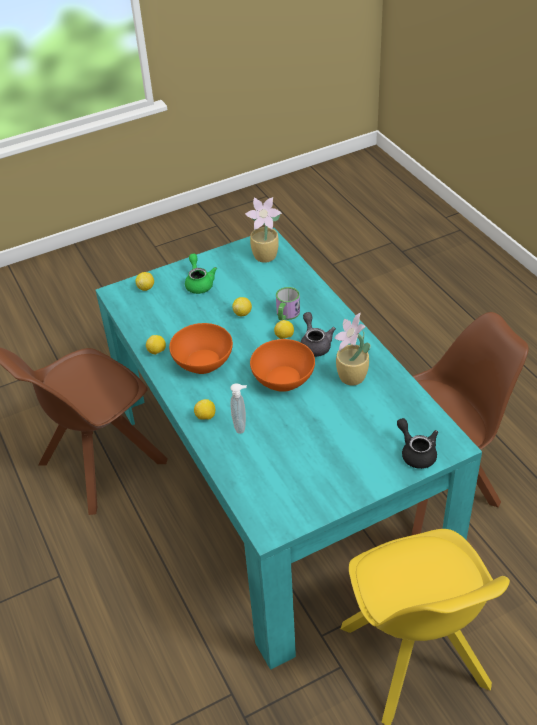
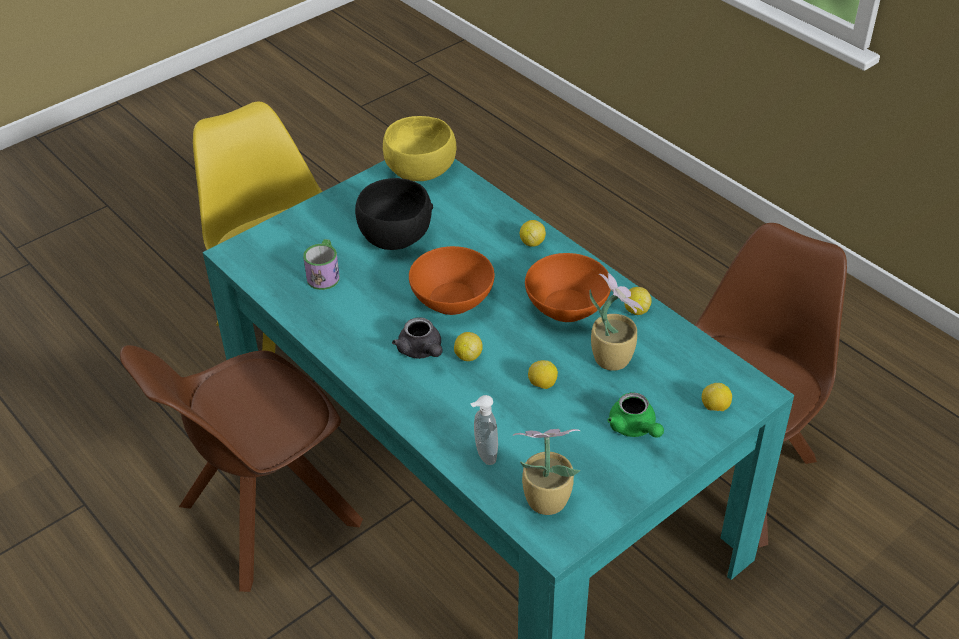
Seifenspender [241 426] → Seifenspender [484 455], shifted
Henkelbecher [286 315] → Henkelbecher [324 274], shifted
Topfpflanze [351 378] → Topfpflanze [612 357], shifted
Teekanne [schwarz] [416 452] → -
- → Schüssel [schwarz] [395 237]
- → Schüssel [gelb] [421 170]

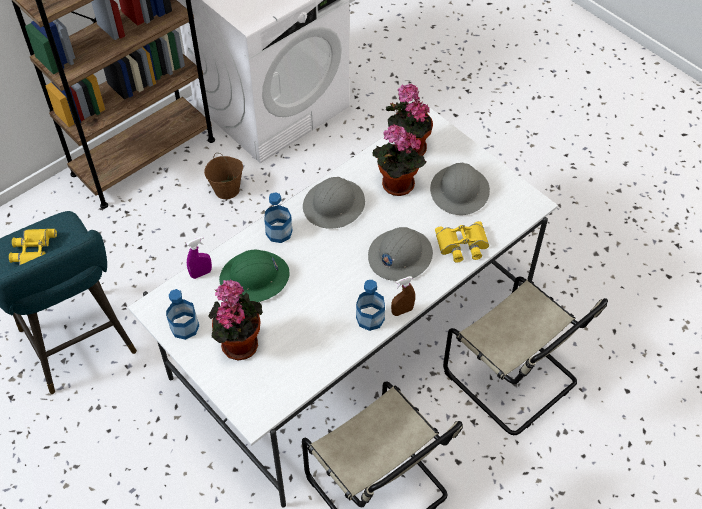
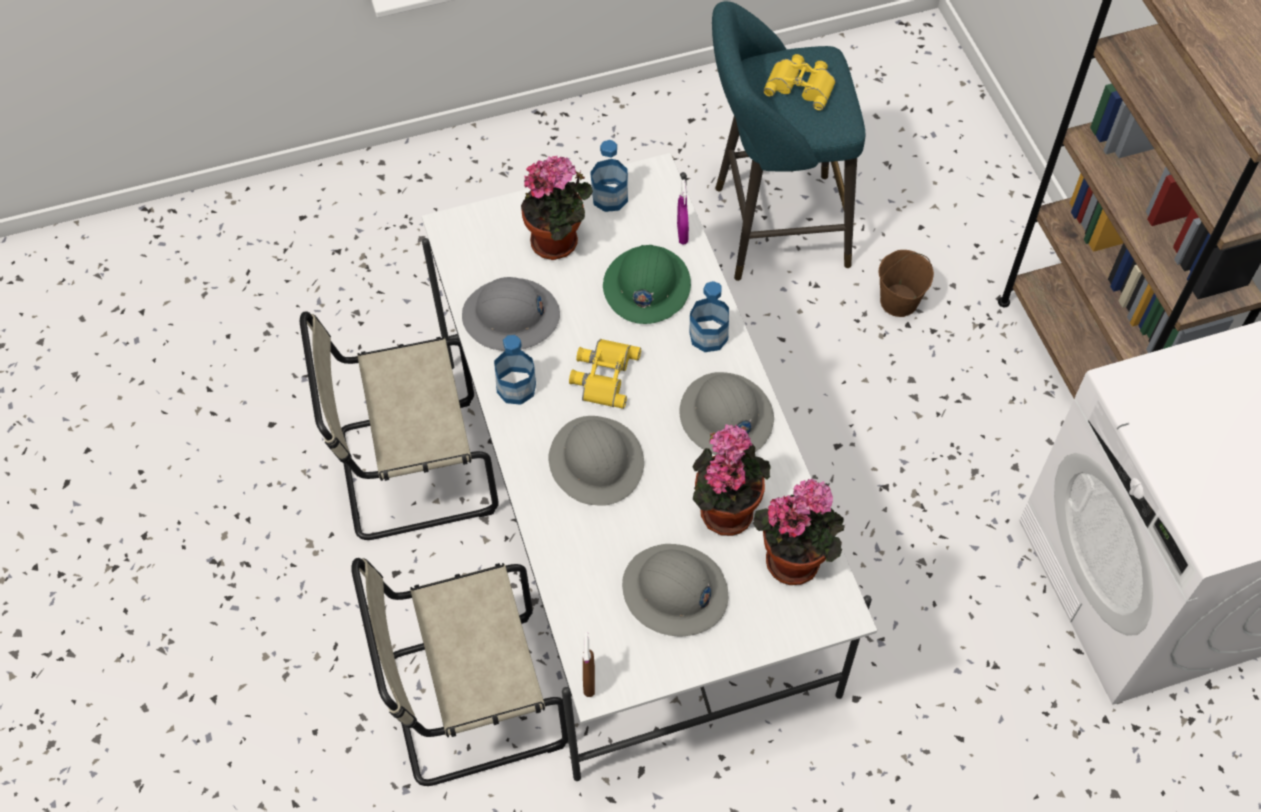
Eimer [braun] [227 189] → Eimer [braun] [899 302], shifted
Sprühflasche [braun] [402 311] → Sprühflasche [braun] [589 681], shifted
Fernglas [gelb] [462 245] → Fernglas [gelb] [603 375], shifted
- → Schutzhelm [grau] [511 317]

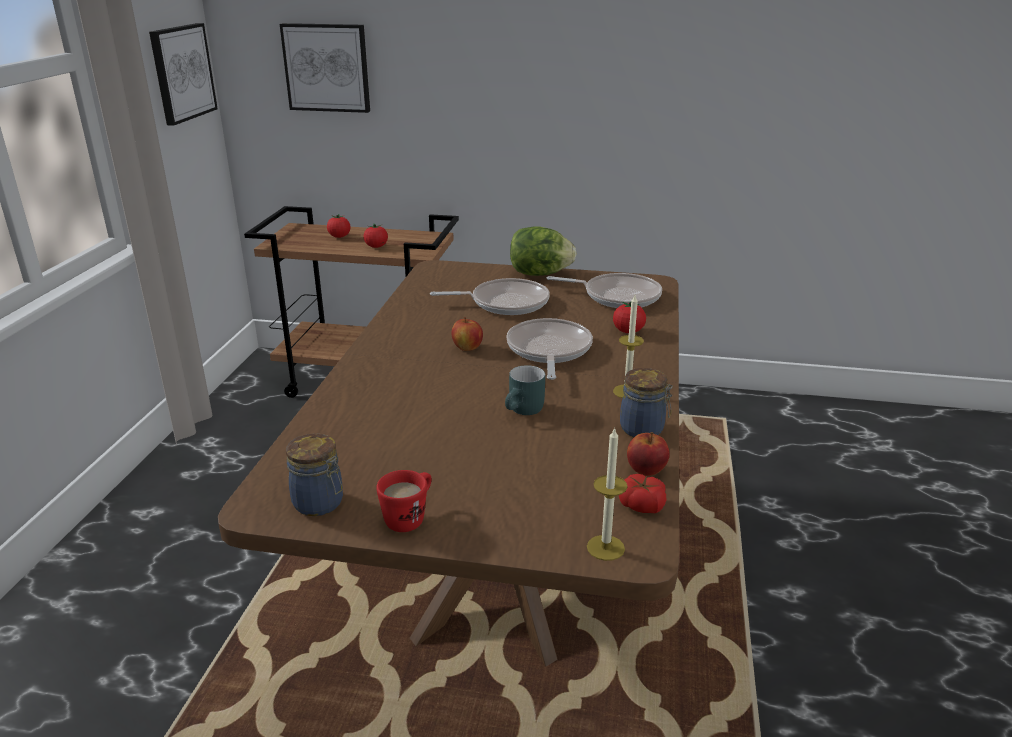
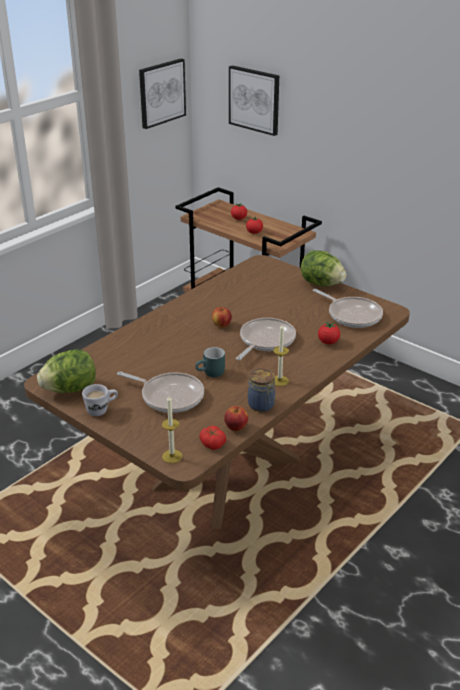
Vorratsglas [320 504] → Salatkopf [70 389]
Henkelbecher [rot] [410 517] → Henkelbecher [weiß] [102 410]
Pfanne [505 303] → Pfanne [169 396], shifted

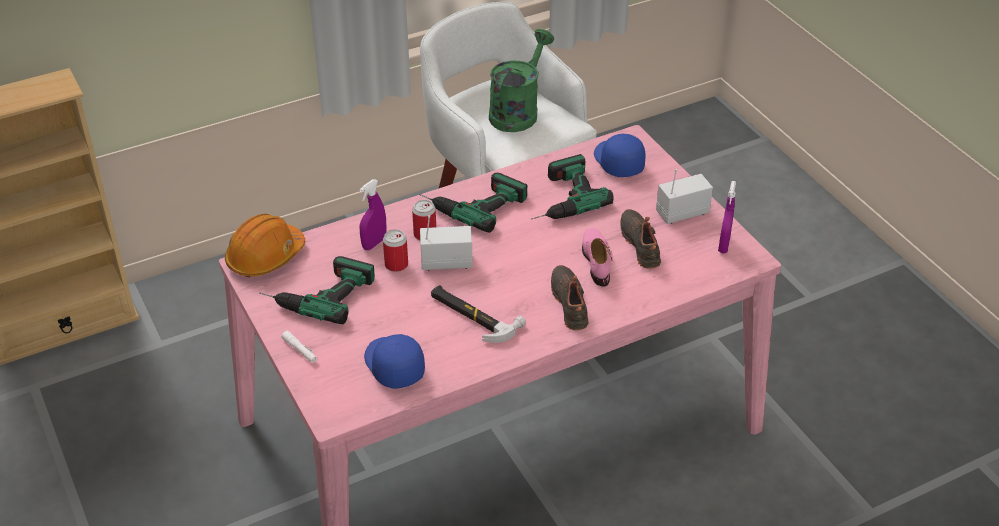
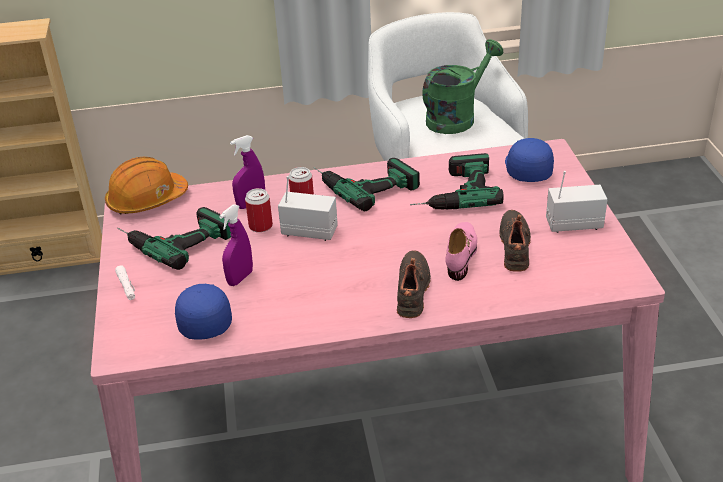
Hammer [473 315] → -
Sprühflasche [lila] [724 245] → Sprühflasche [lila] [240 278], shifted

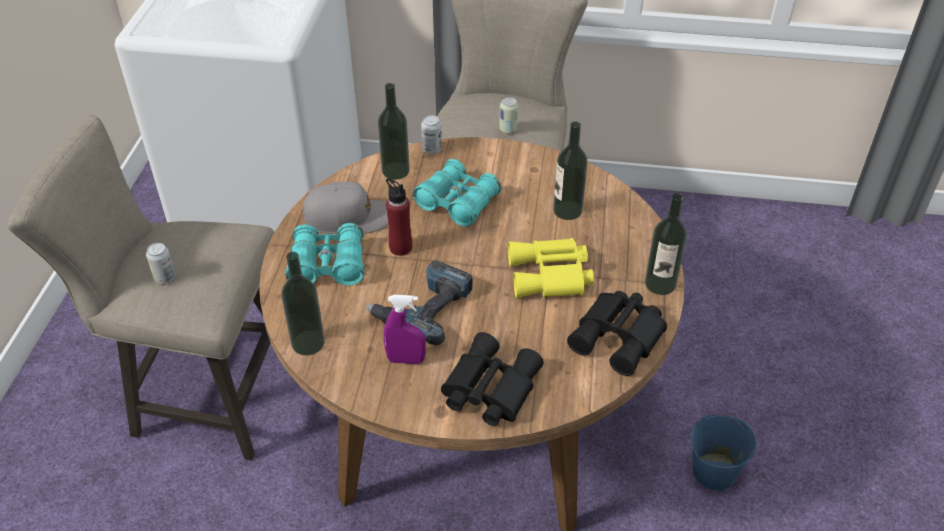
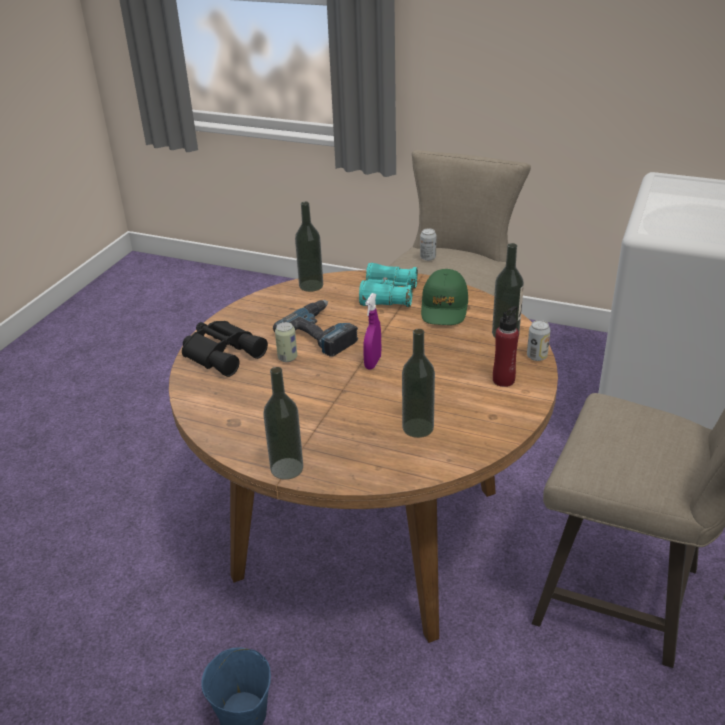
Kappe [grau] [349 217] → Kappe [grün] [444 307]
Sprühflasche [lila] [406 360] → Sprühflasche [lila] [373 363], shifted
Flasche [rot] [400 247] → Flasche [rot] [503 380], shifted
Fernglas [türkis] [457 202] → -
Dose [508 129] → Dose [287 358], shifted
Fernglas [gelb] [551 276] → -
Fernglas [schwarz] [620 337] → -

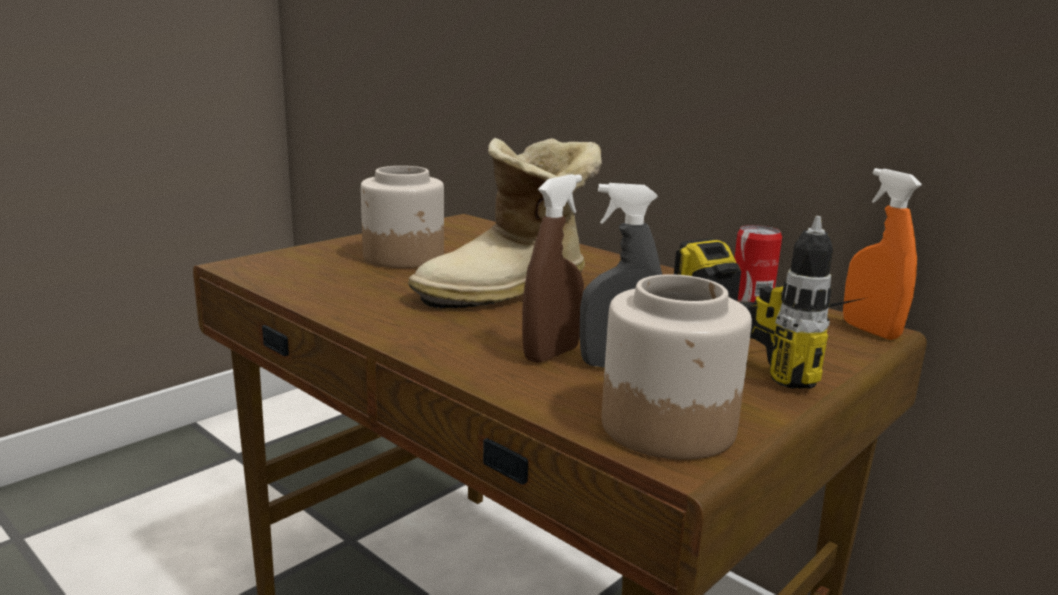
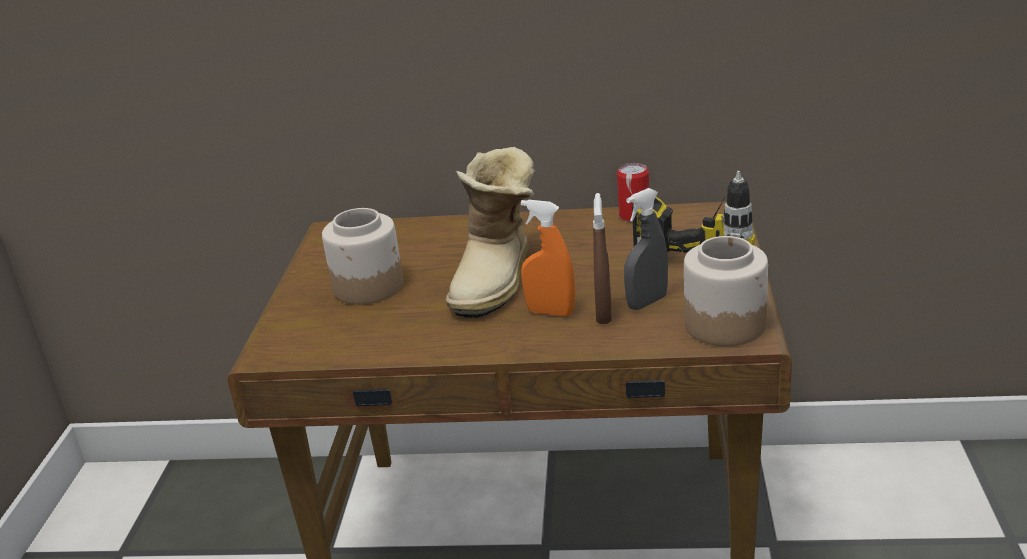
Sprühflasche [orange] [870 331] → Sprühflasche [orange] [550 312], shifted

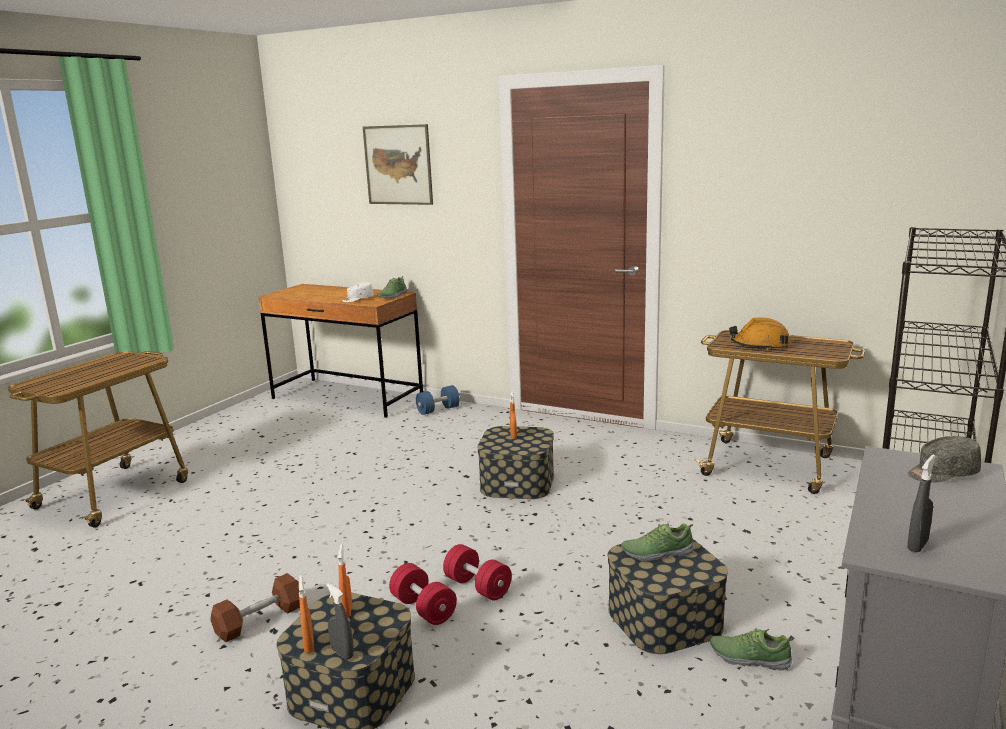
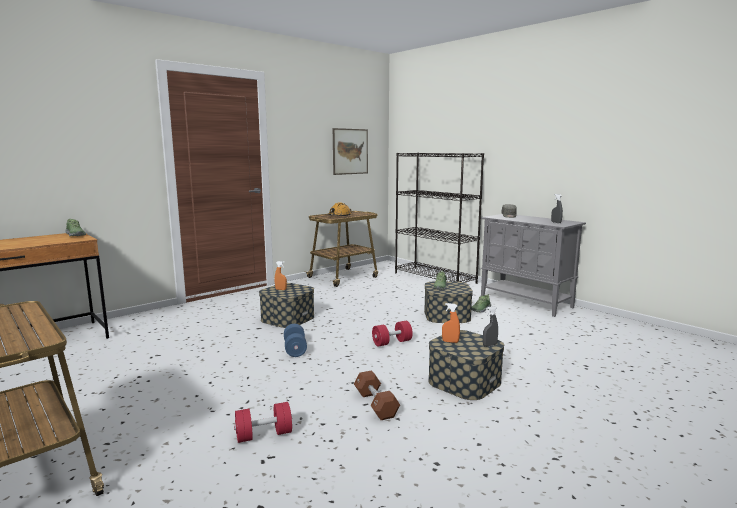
Sprühflasche [orange] [309 646] → -
Kappe [weiß] [358 299] → -
Bild [398 165] → Bild [350 151], shifted
Hantel [rot] [423 609] → Hantel [rot] [264 435], shifted
Hantel [blau] [438 410] → Hantel [blau] [295 349], shifted

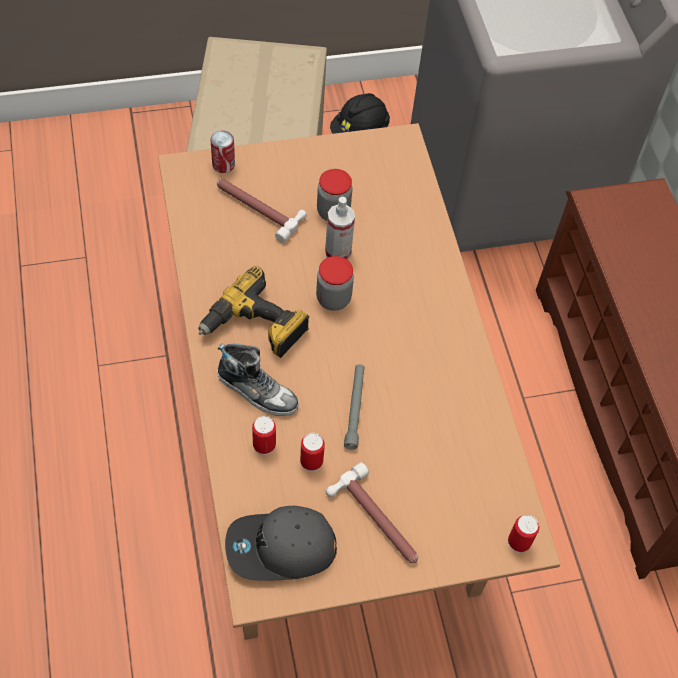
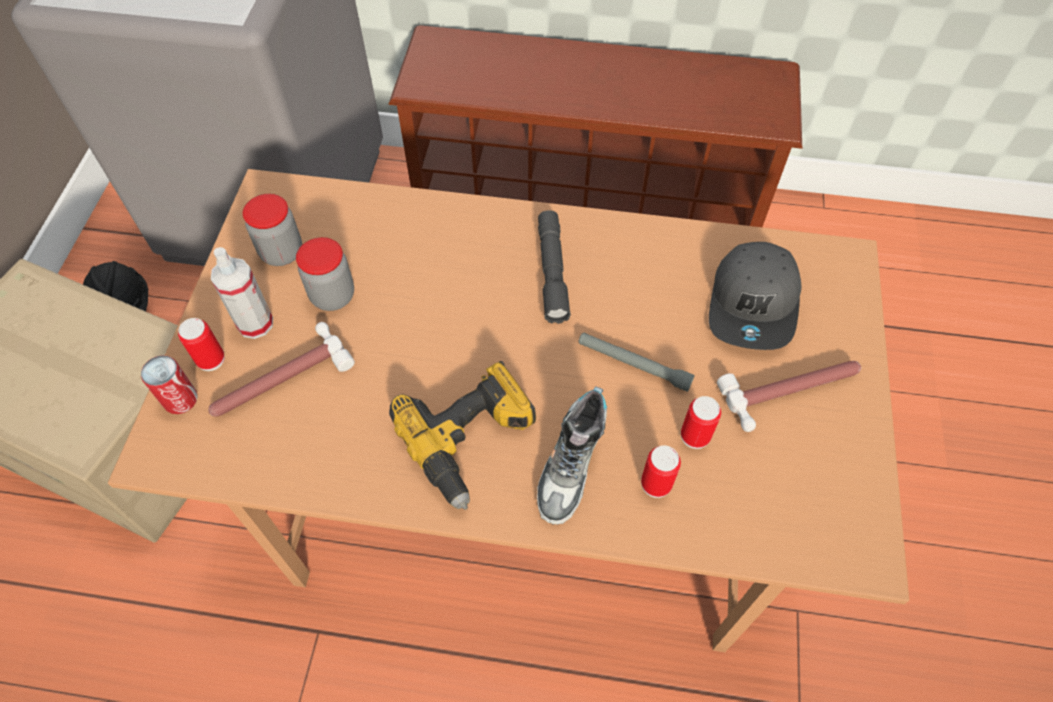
Schuh [257 390] → Schuh [571 467], 150 degrees clockwise
Kappe [grau] [280 549] → Kappe [grau] [754 305], shifted
Vorratsglas [333 299] → Vorratsglas [282 252], shifted
Sprühflasche [338 252] → Sprühflasche [255 323], shifted
Dose [519 542] → Dose [210 359], shifted
- → Taschenlampe [grau] [552 272]

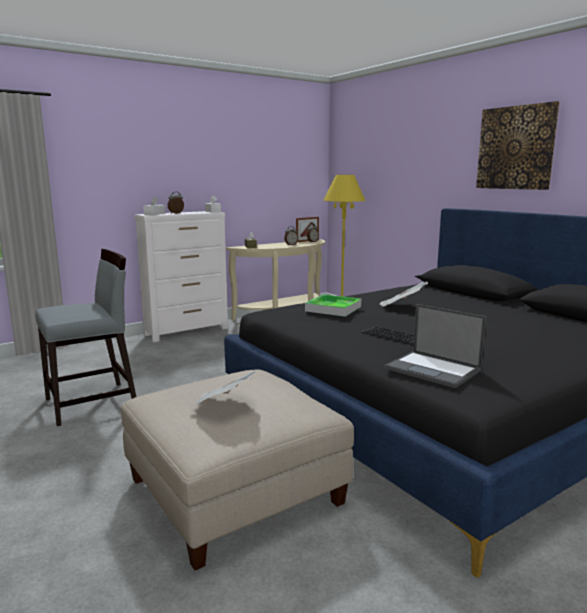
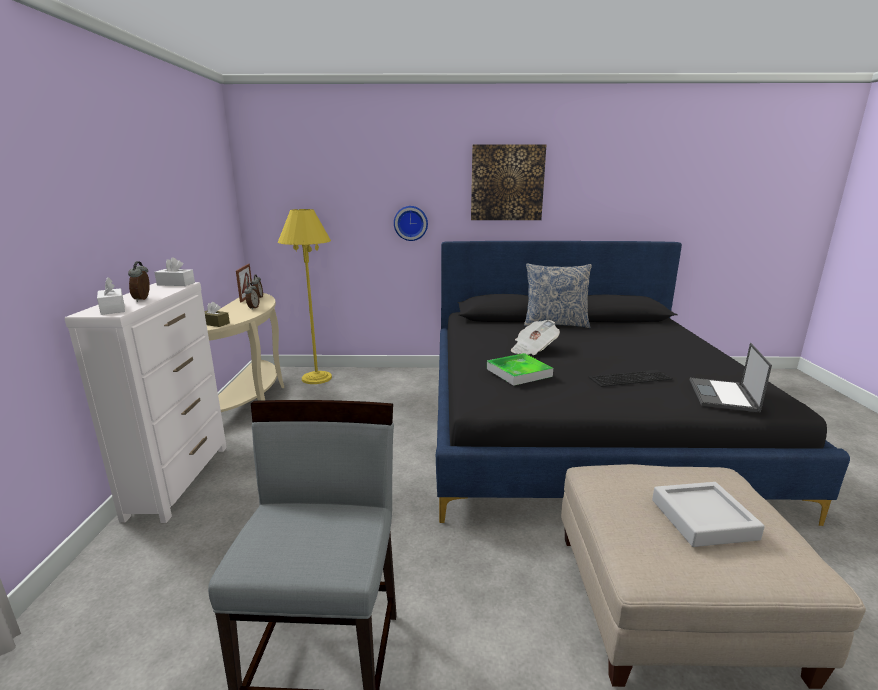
Zeitung [224 405] → Tablett [grau] [703 519]
Laptop [434 369] → Laptop [723 395], 120 degrees clockwise
- → Wanduhr [411 223]
- → Kissen [555 324]

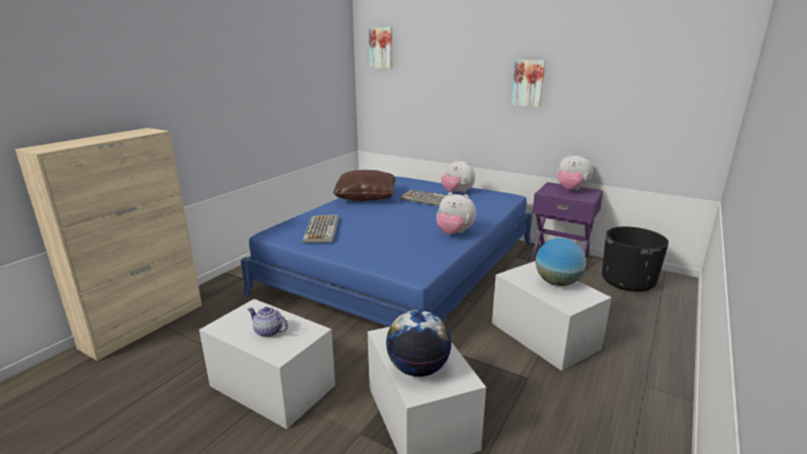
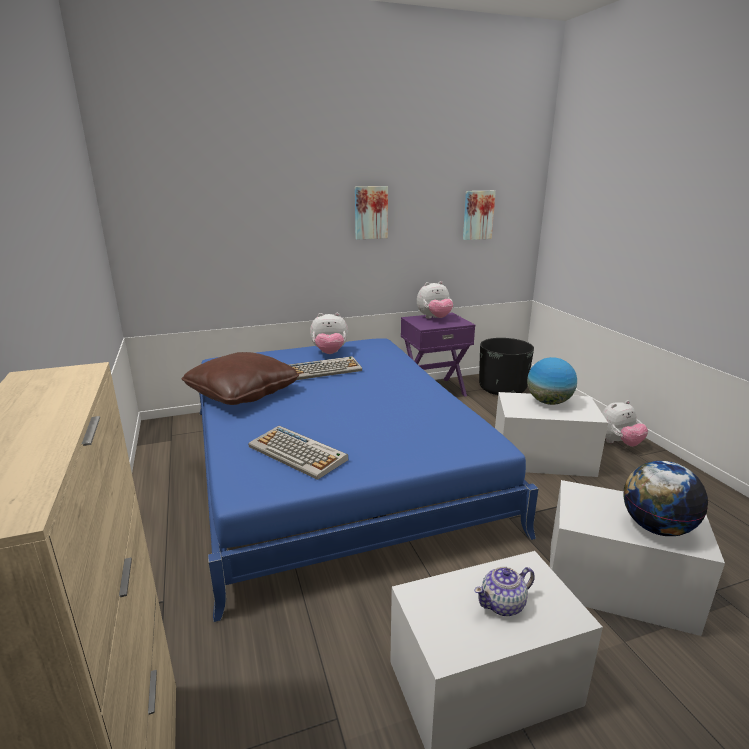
Bild [381 47] → Bild [477 215], shifted
Plüschtier [454 233] → Plüschtier [618 443], shifted

